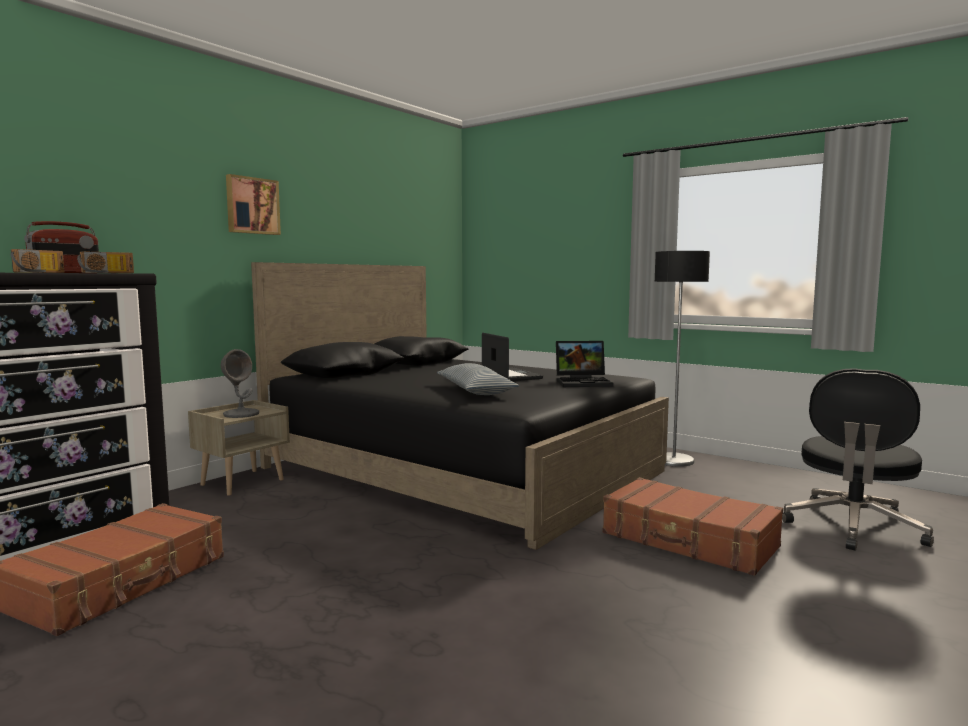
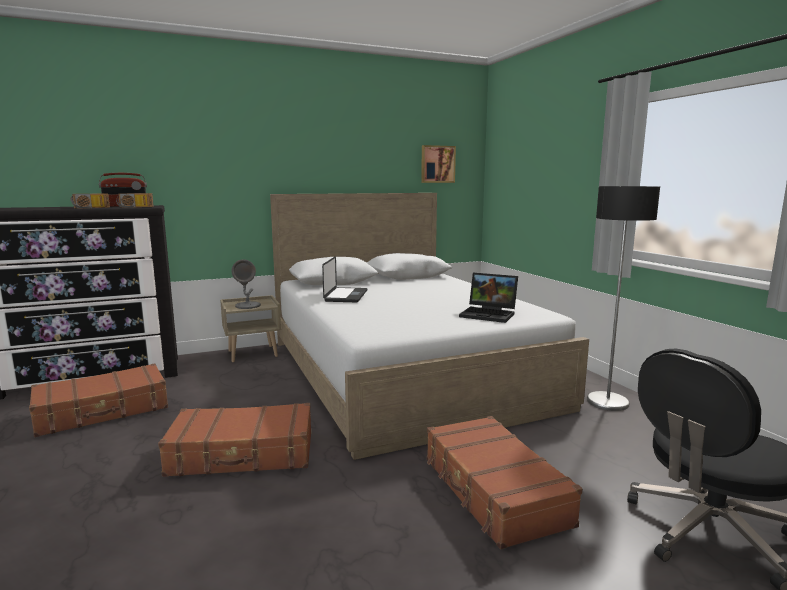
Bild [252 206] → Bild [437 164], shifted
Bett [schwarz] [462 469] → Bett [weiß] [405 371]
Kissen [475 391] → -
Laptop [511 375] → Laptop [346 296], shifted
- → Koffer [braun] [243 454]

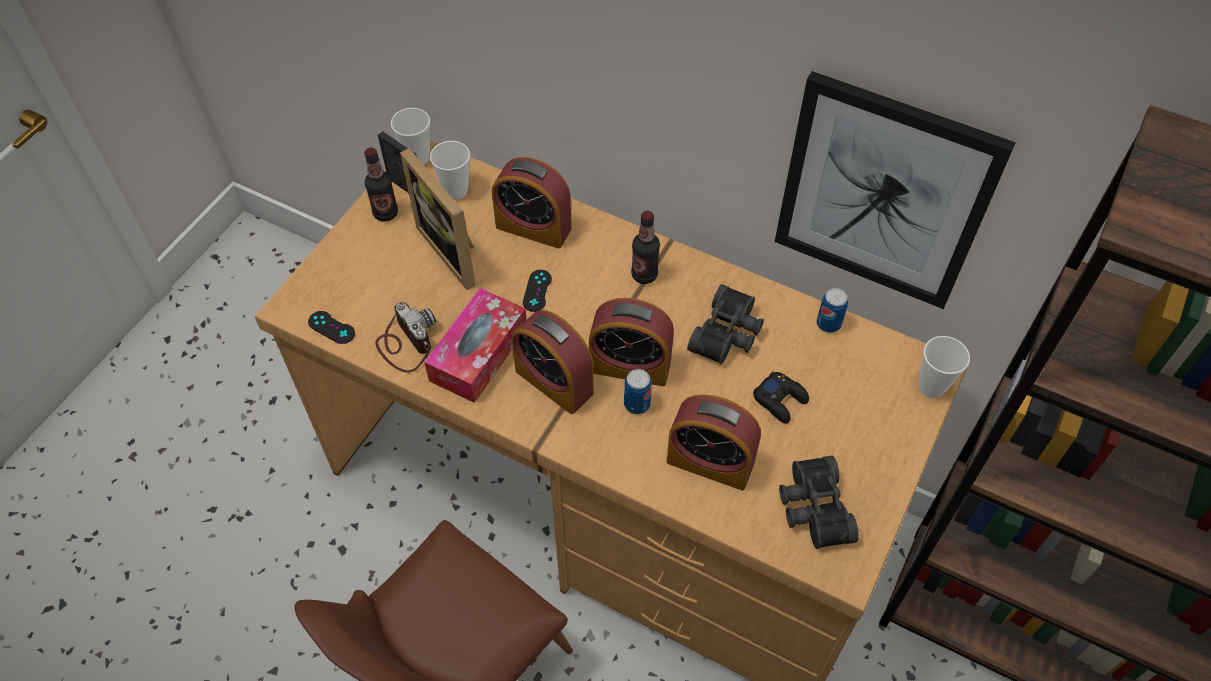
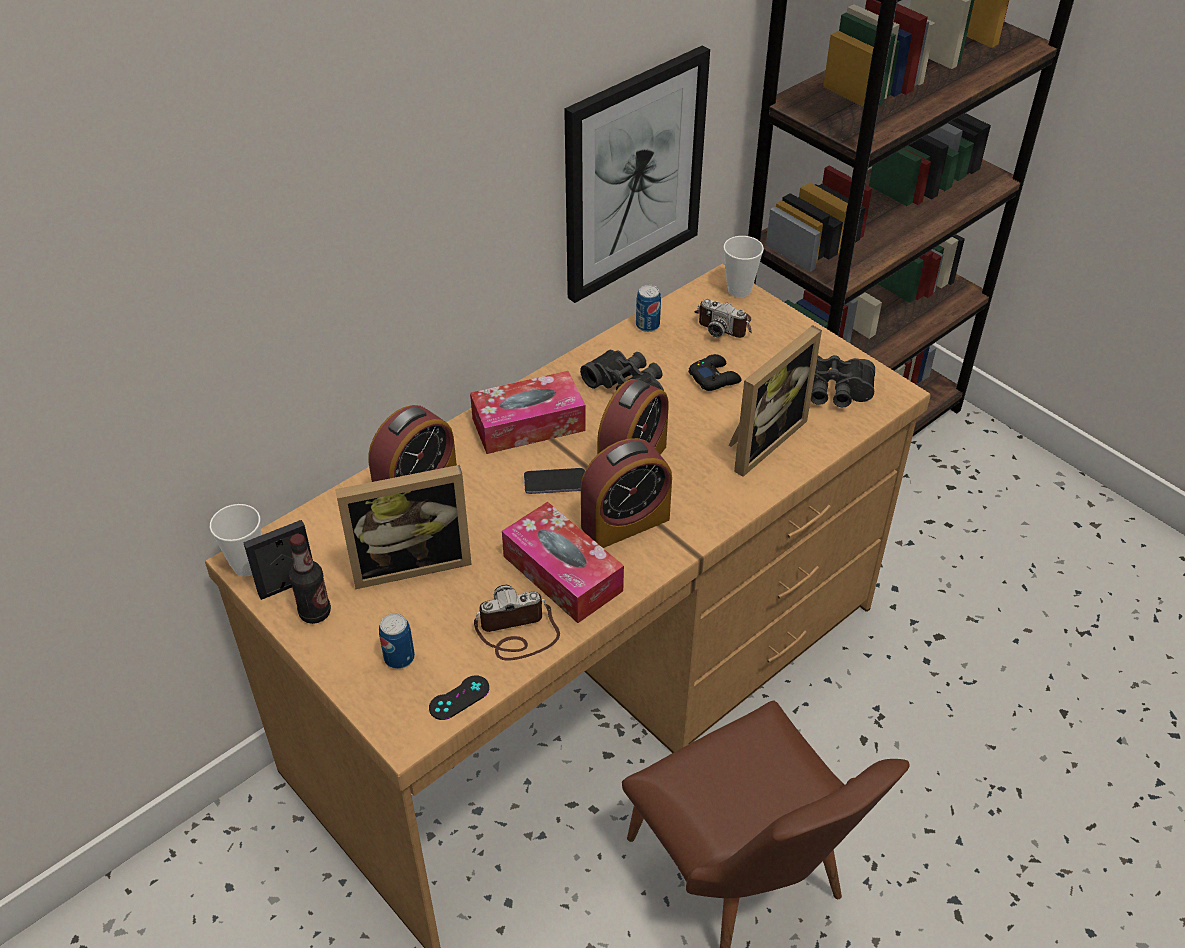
Tasse [455 191] → -
Gamepad [schwarz] [537 291] → -
Dose [637 404] → Dose [399 657], shifted
Flasche [644 275] → Taschentuchbox [528 424]
Wecker [710 462] → Bilderrahmen [761 439]
- → Handy [555 482]
- → Kamera [724 323]

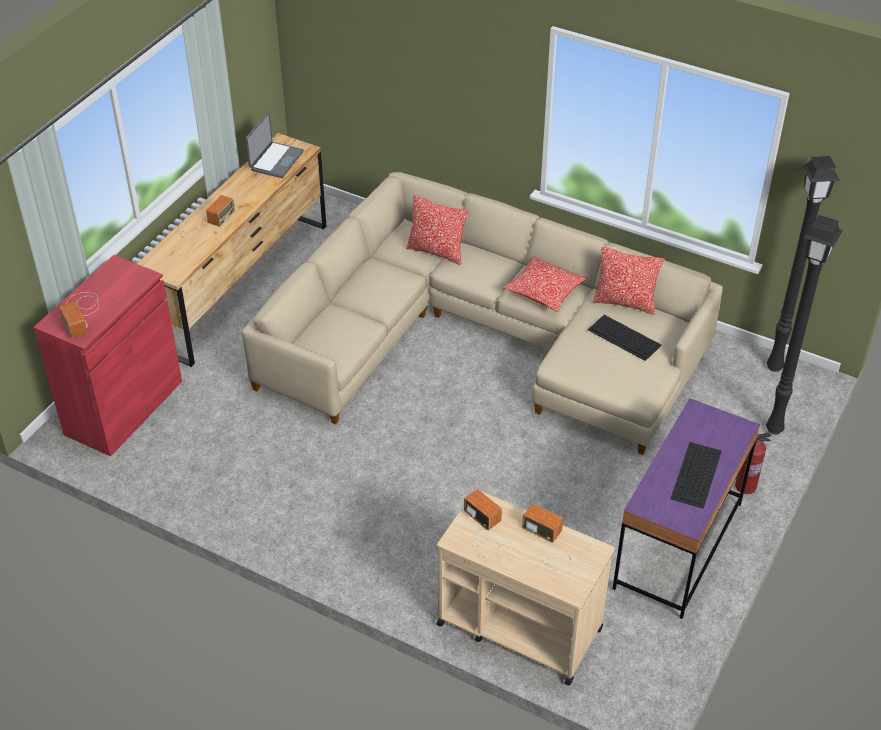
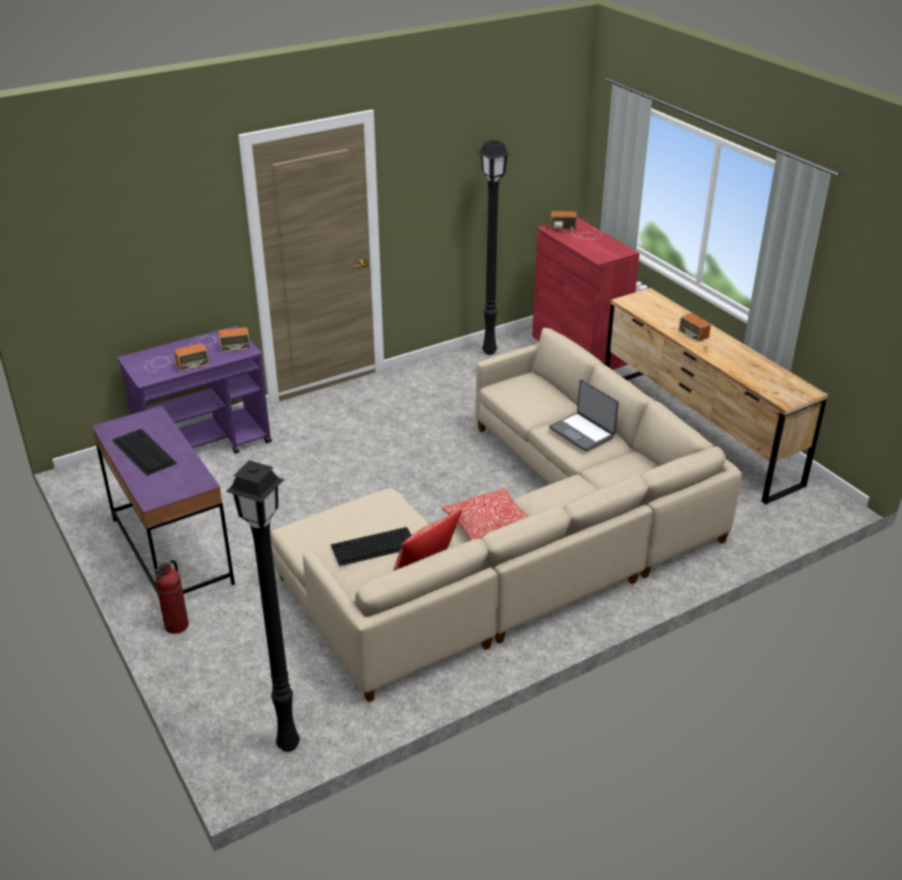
Laptop [275 160] → Laptop [582 432], shifted
Kissen [436 252] → -
Rollwagen [beige] [518 626] → Rollwagen [lila] [205 445]
Stehlampe [schwarz] [772 429] → Stehlampe [schwarz] [489 351], shifted

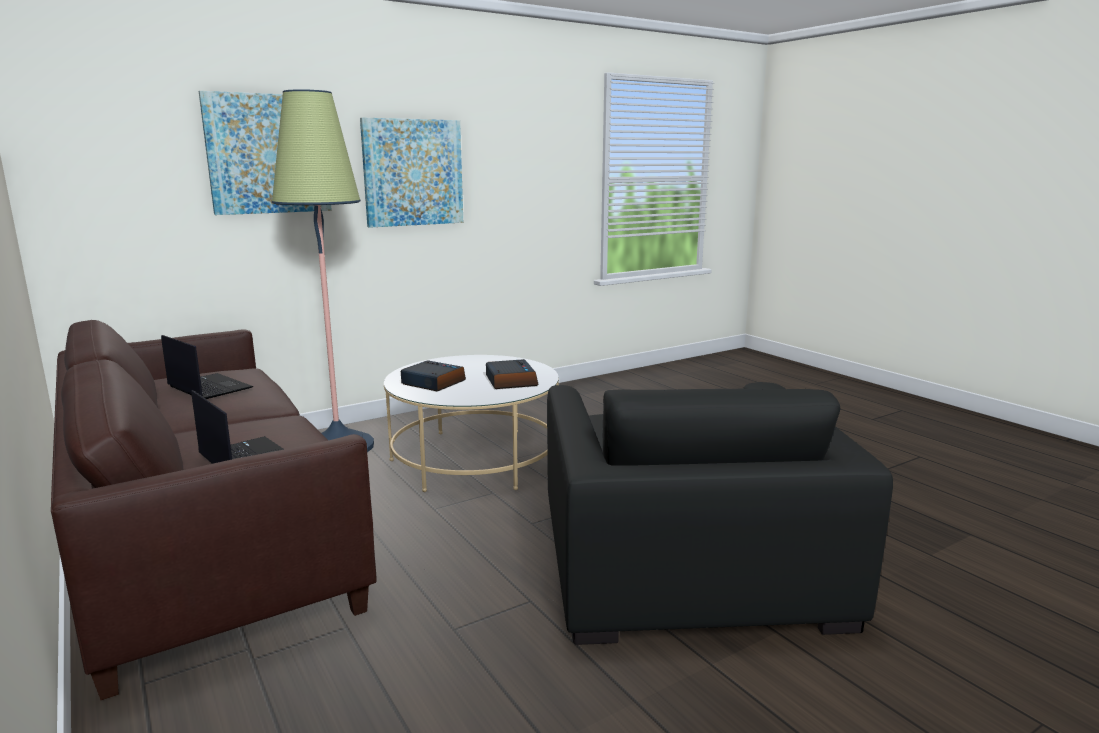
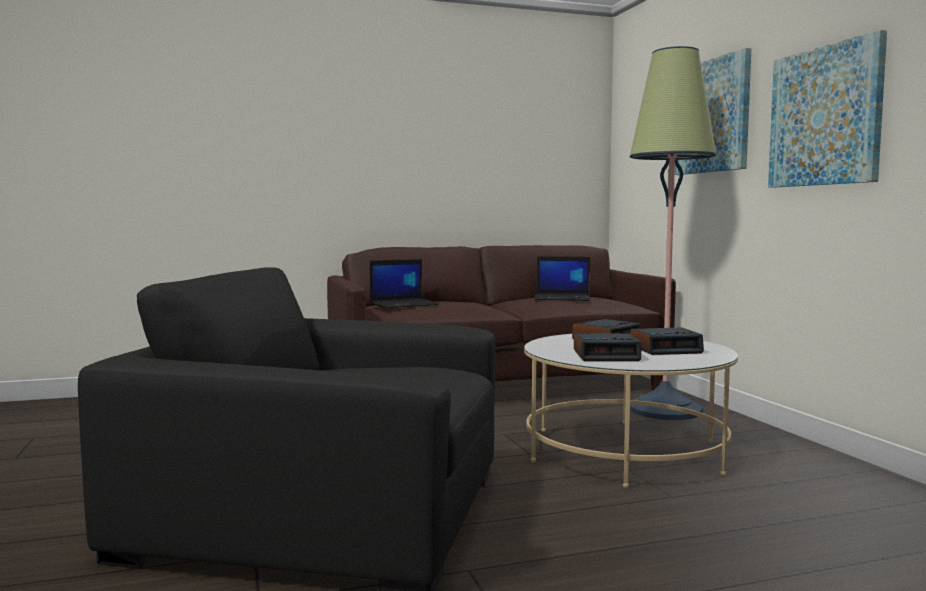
Laptop [208 387] → Laptop [563 298], 45 degrees clockwise
- → Wecker [666 349]

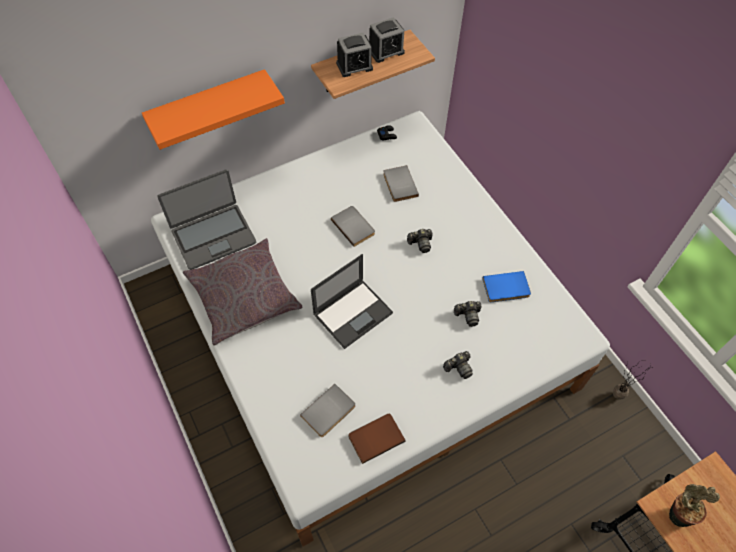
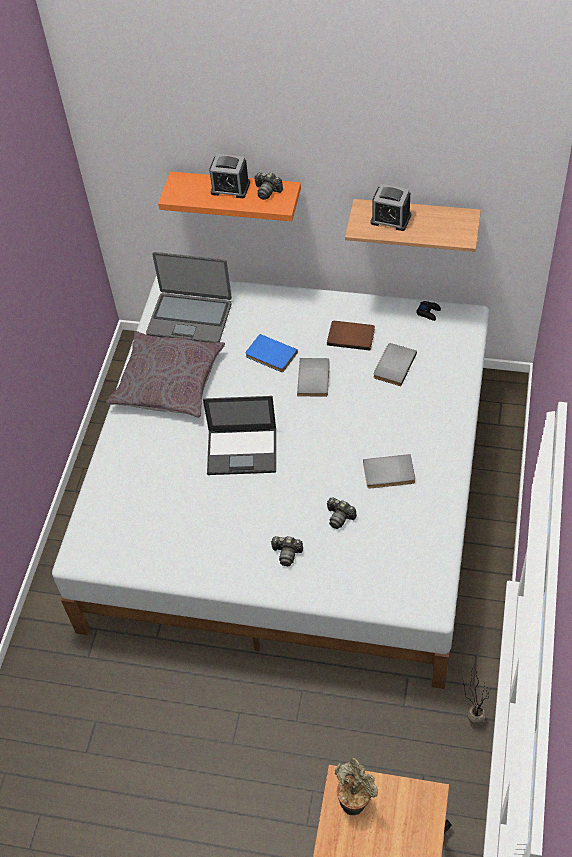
Buch [grau] [329 412] → Buch [grau] [389 474], shifted
Buch [braun] [375 437] → Buch [braun] [351 336], shifted
Wecker [386 51] → Wecker [230 188], shifted
Kamera [420 244] → Kamera [267 191], shifted
Buch [blau] [506 289] → Buch [blau] [270 355], shifted

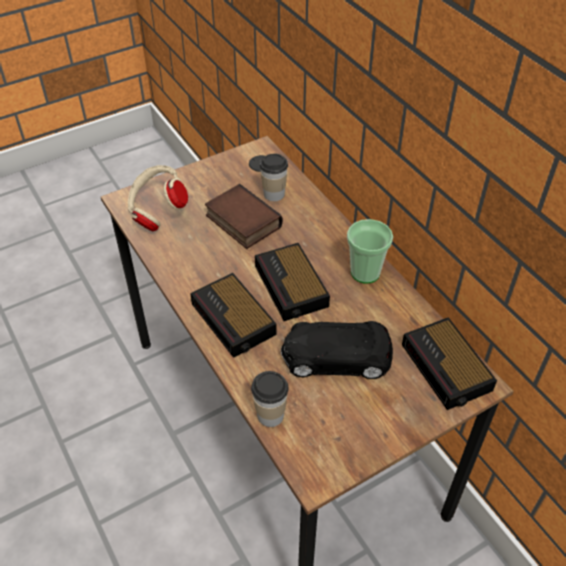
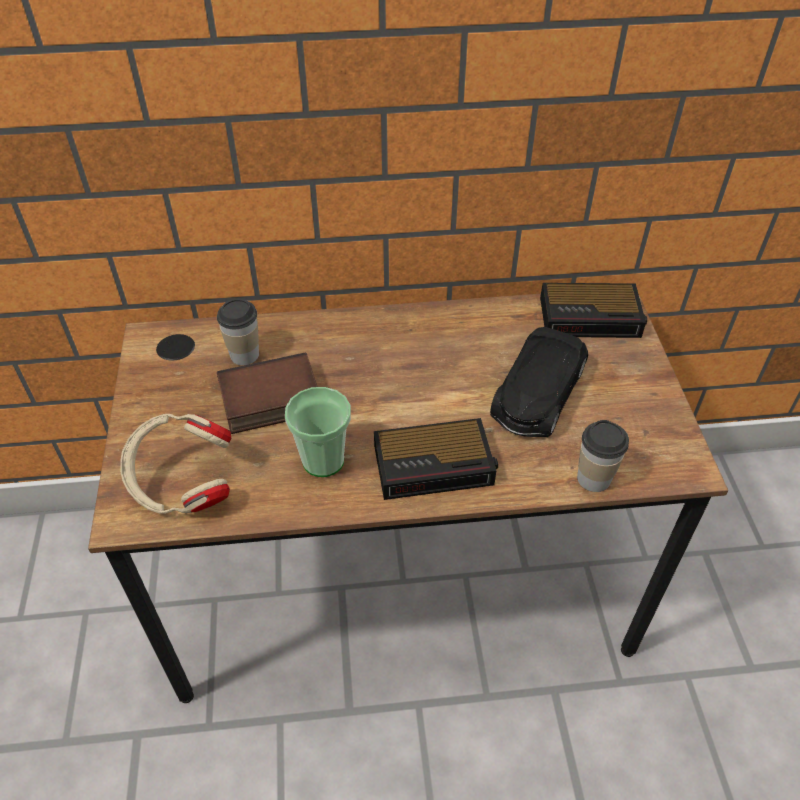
Wecker [292 287] → -
Tasse [365 272] → Tasse [323 460], shifted

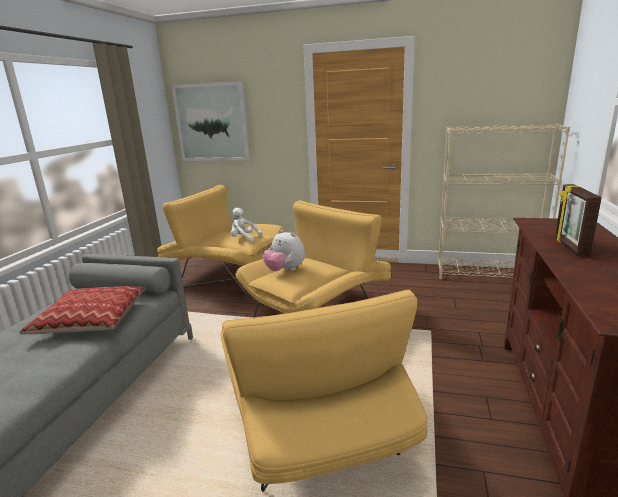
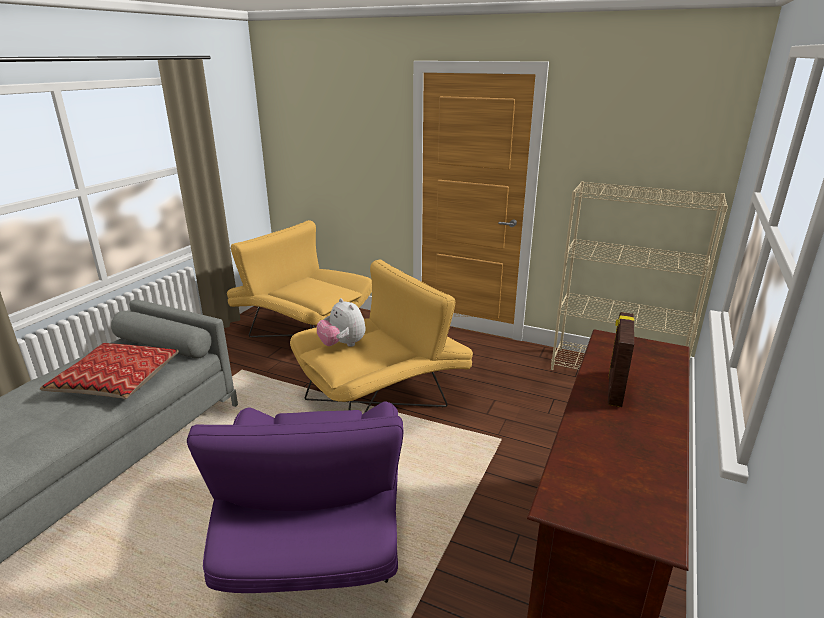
Bild [211 122] → -
Sessel [gelb] [316 430] → Sessel [lila] [316 537]
Plüschtier [weiß] [244 239] → -

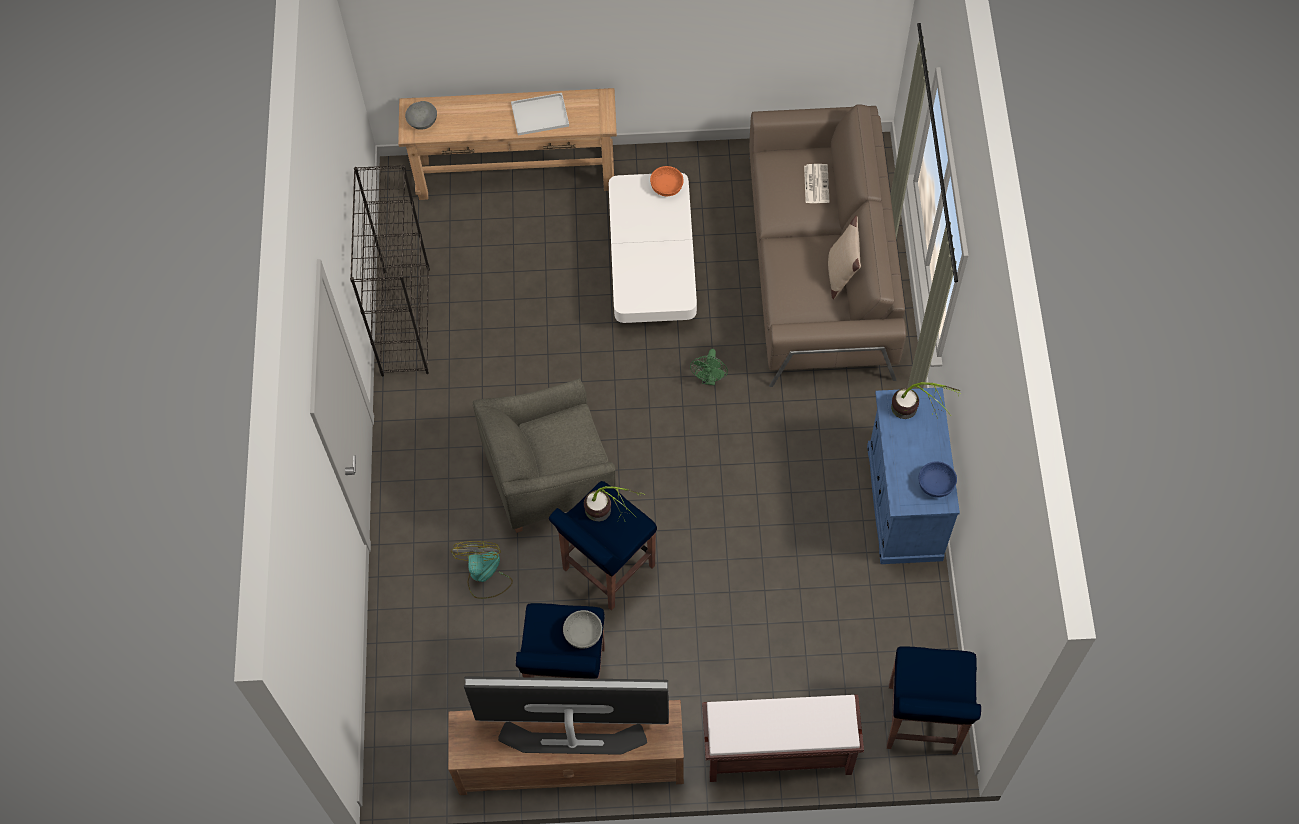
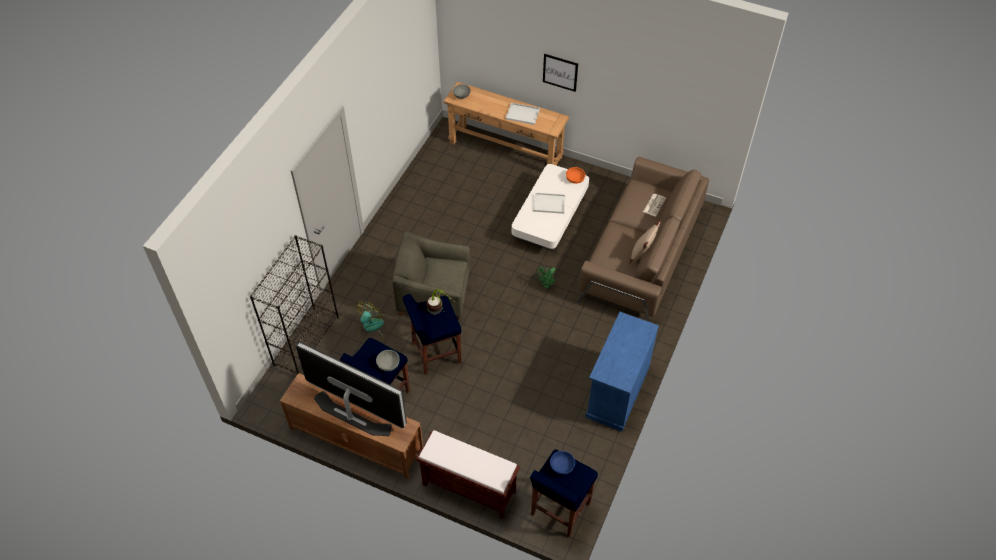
Bücherregal [schwarz] [405 321] → Bücherregal [schwarz] [306 340], shifted
Topfpflanze [917 416] → -
Schüssel [blau] [936 484] → Schüssel [blau] [562 466], shifted
- → Tablett [weiß] [550 203]
- → Bild [560 72]

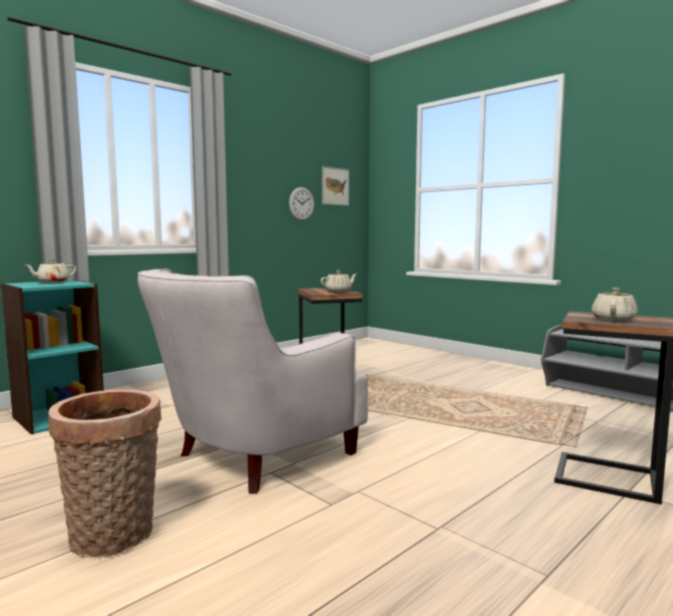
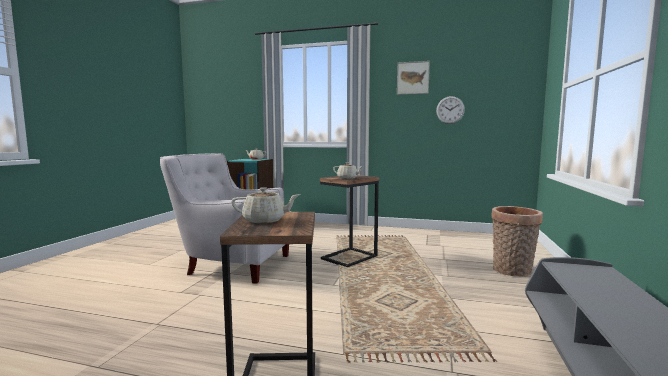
Korb [114 538] → Korb [512 271], shifted
Bild [335 186] → Bild [413 78], shifted

